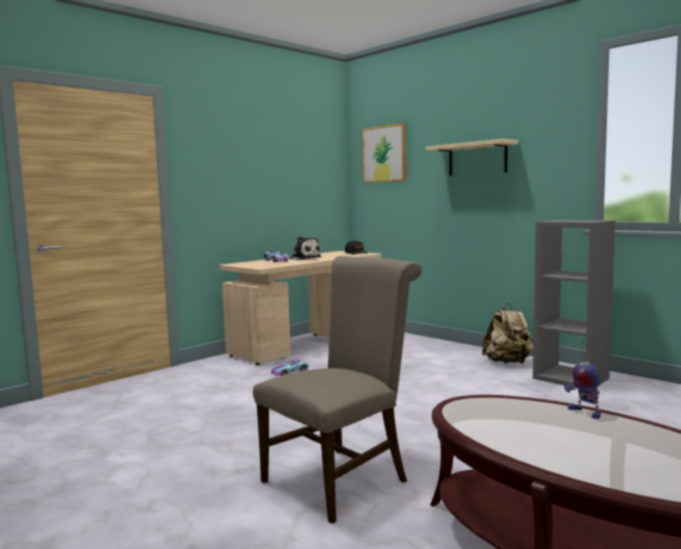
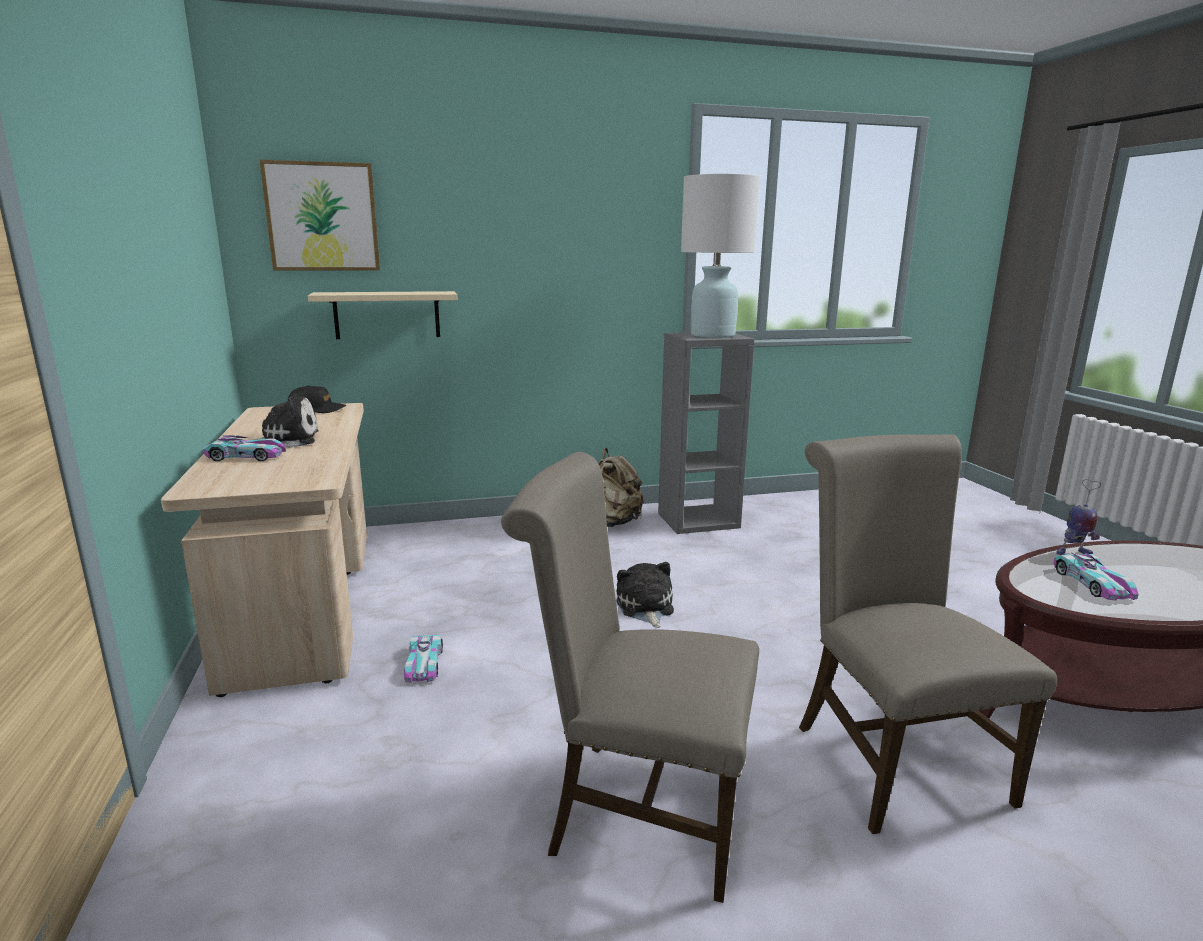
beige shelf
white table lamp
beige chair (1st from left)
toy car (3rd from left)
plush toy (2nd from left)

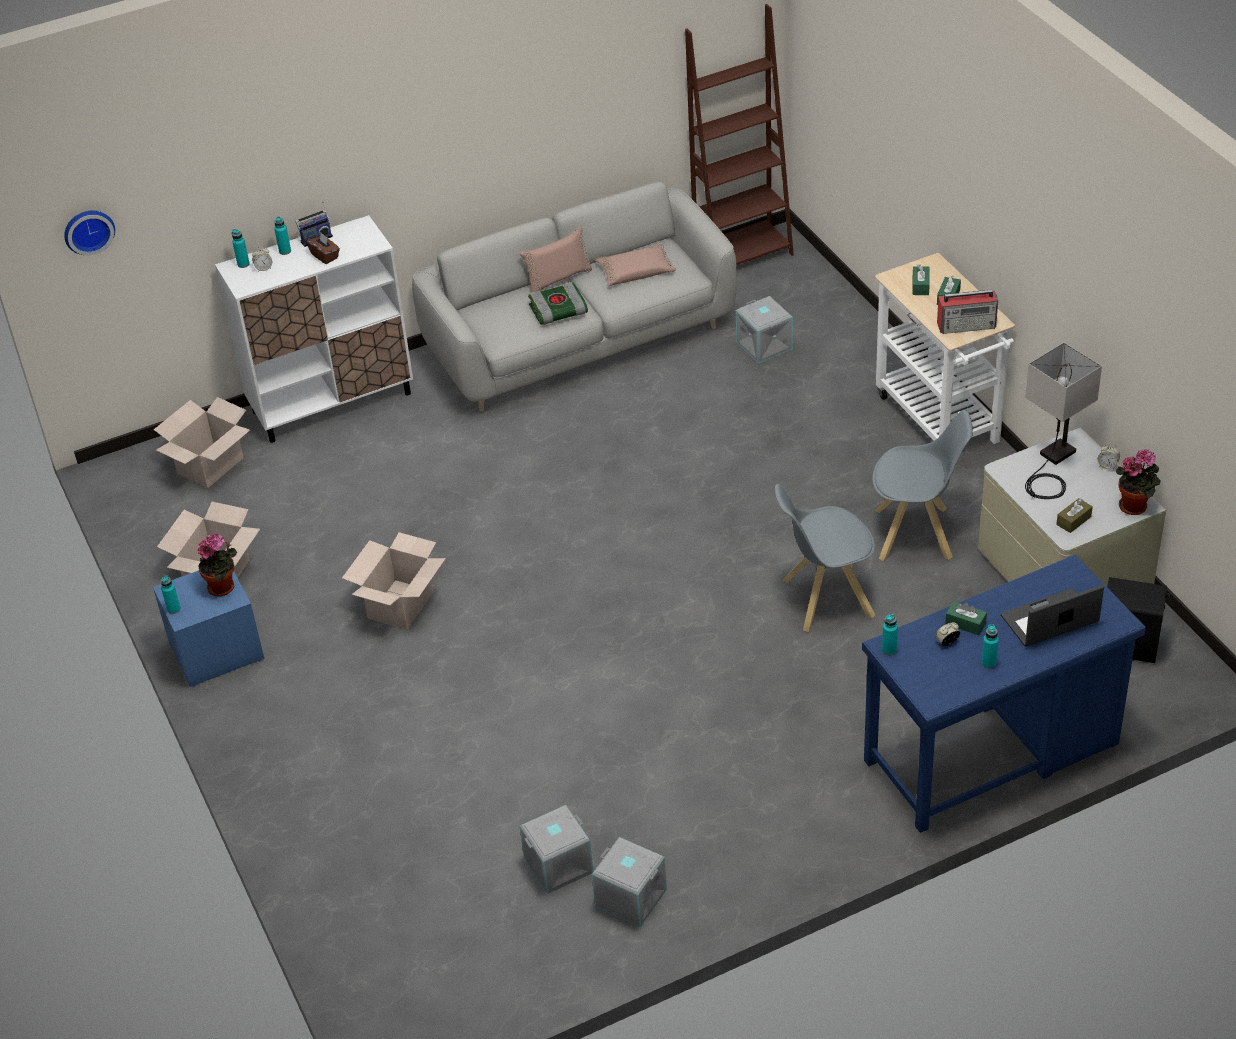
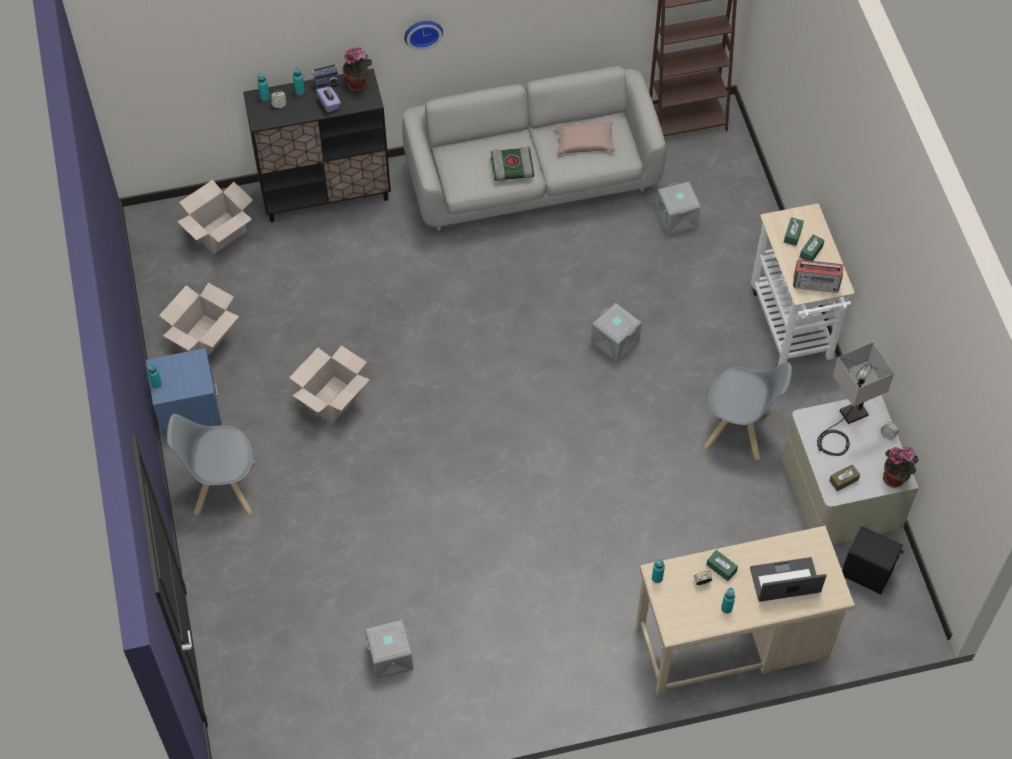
wall clock
black cabinet
beige pillow (1st from left in the first image)
purple tissue box
grey chair (1st from left)
potted plant (1st from left)
beige desk
grey storage box (2nd from left)

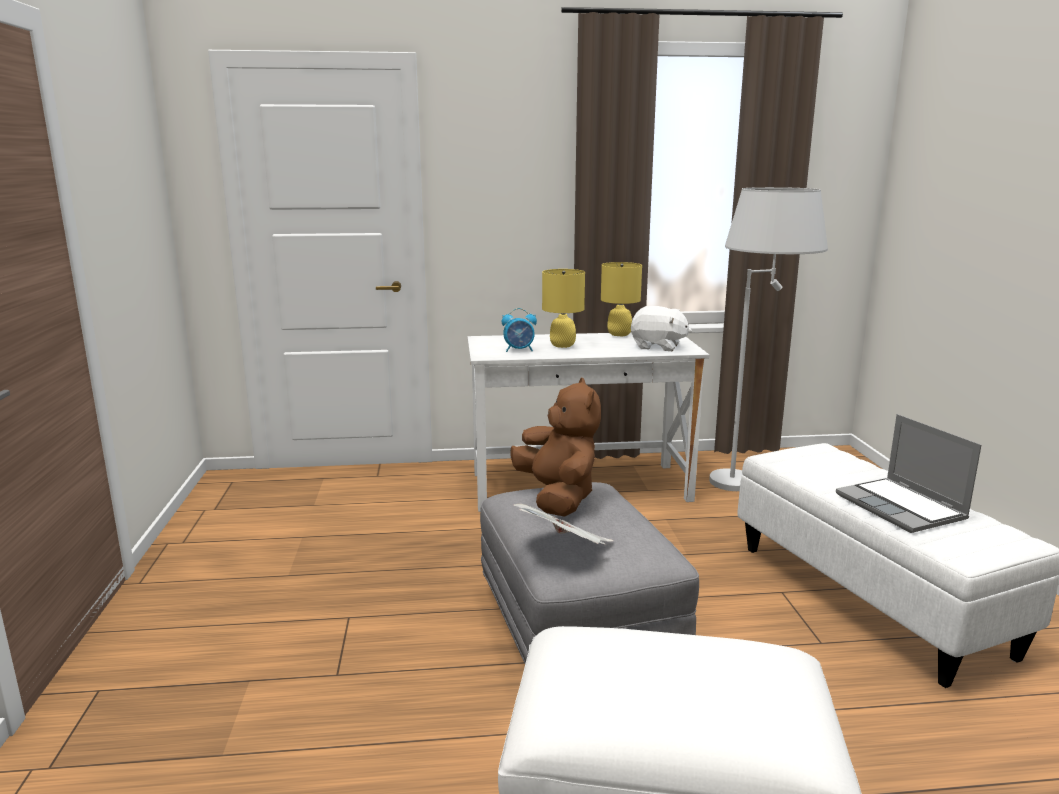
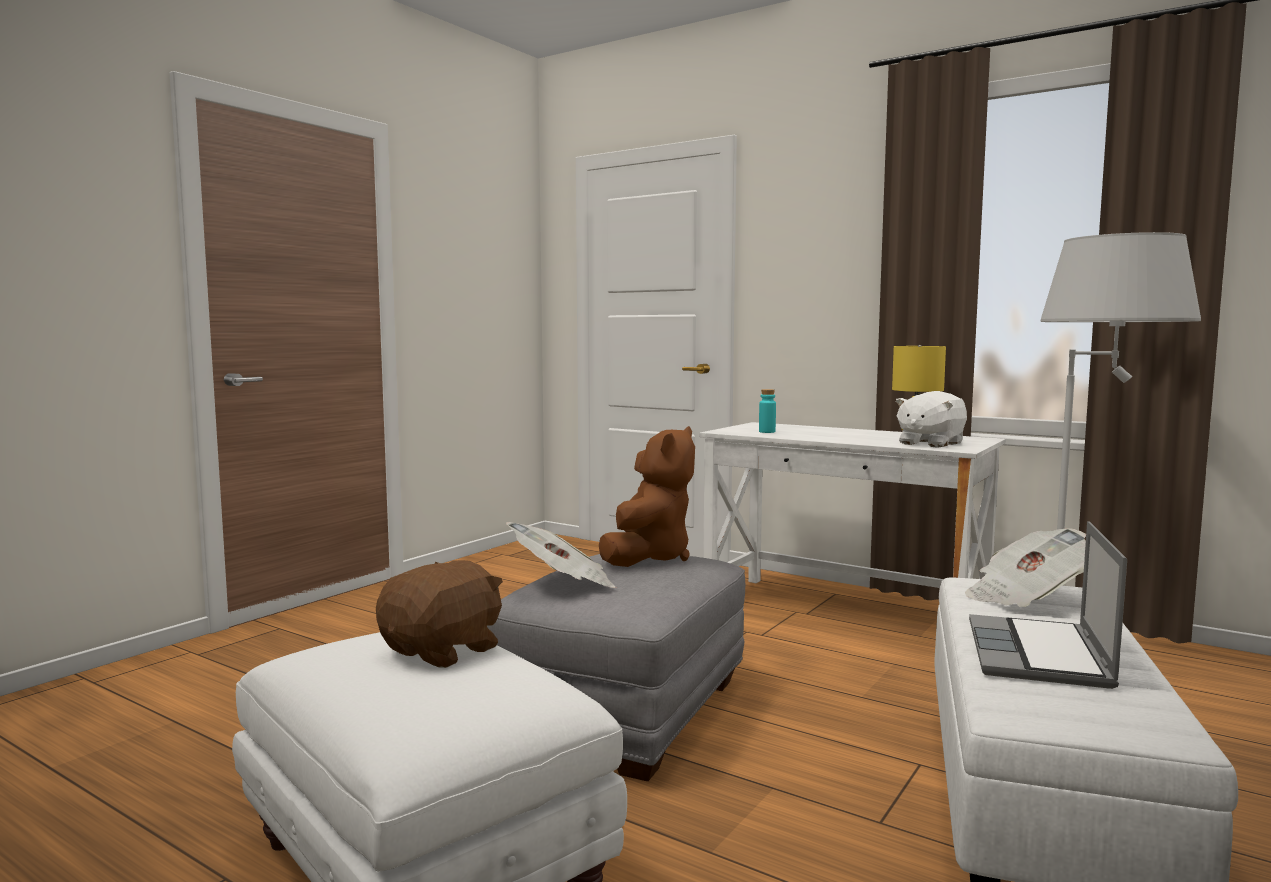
yellow table lamp (1st from left in the first image)
white plush toy
turquoise bottle
newspaper (2nd from left)
brown plush toy (1st from left)

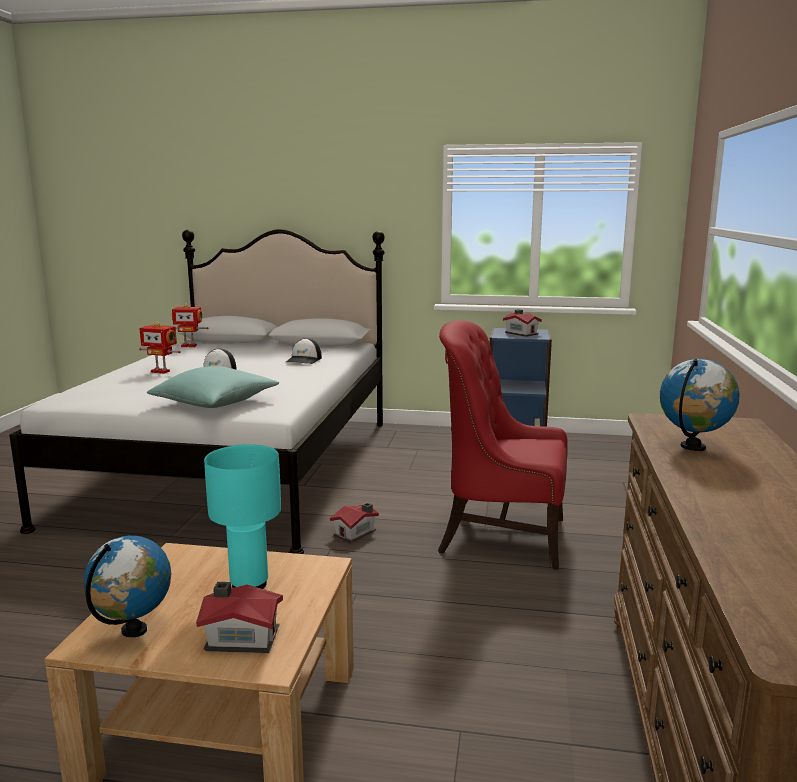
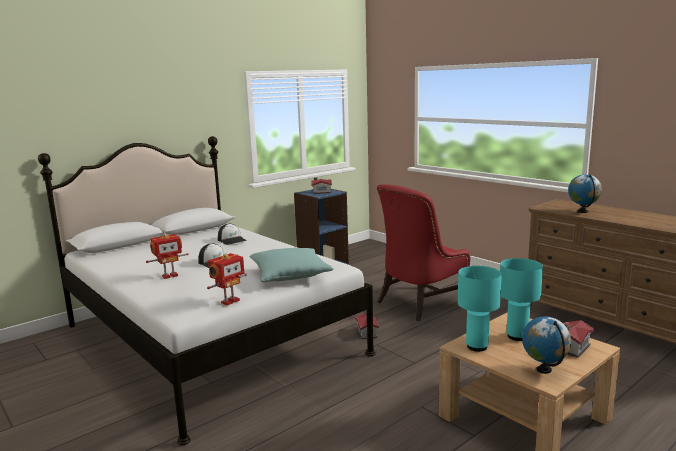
toy robot (2nd from left)
turquoise table lamp (1st from left)

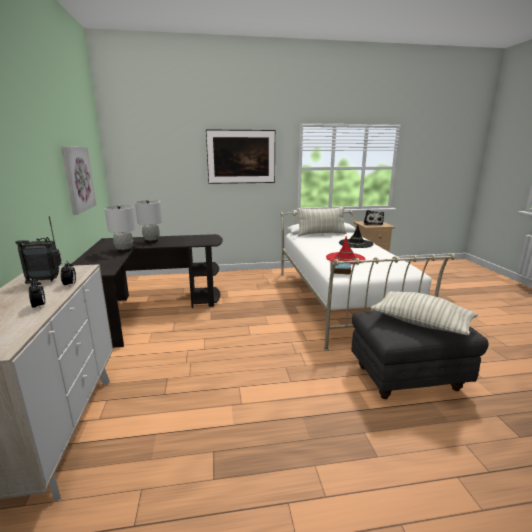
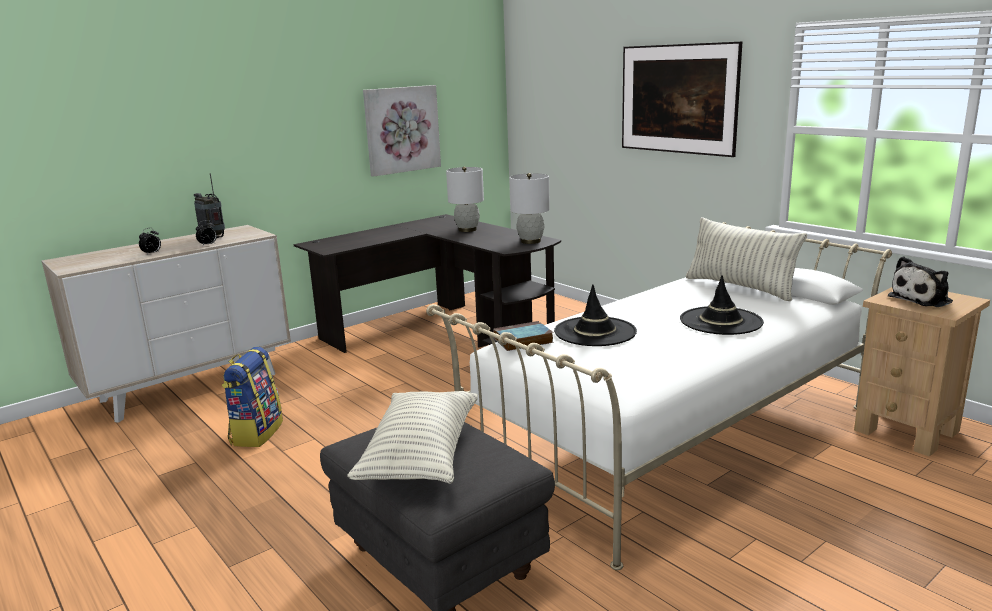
white table lamp (2nd from left)
black hat (1st from left)
backpack

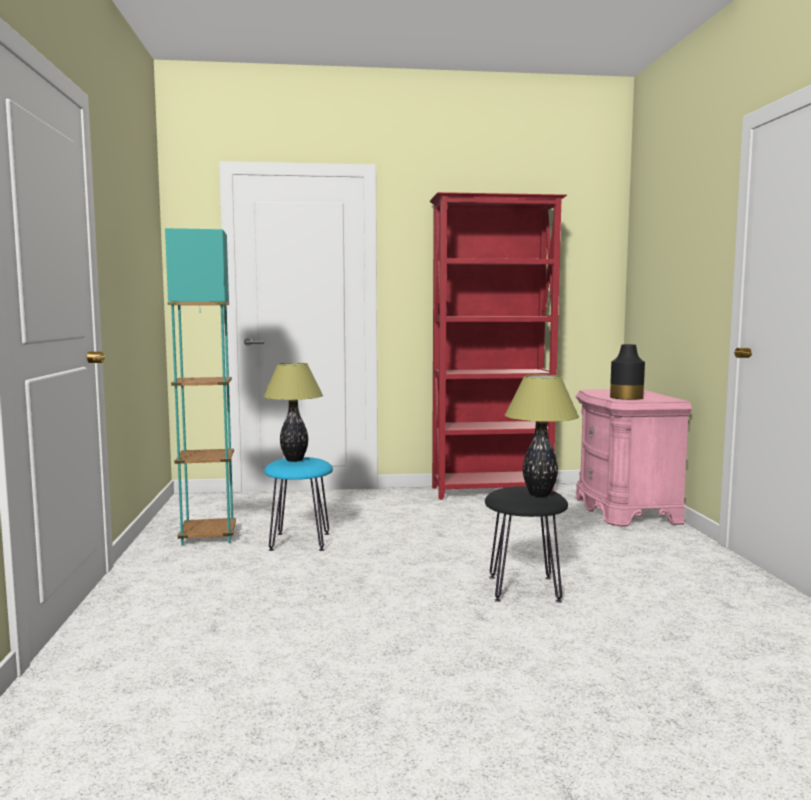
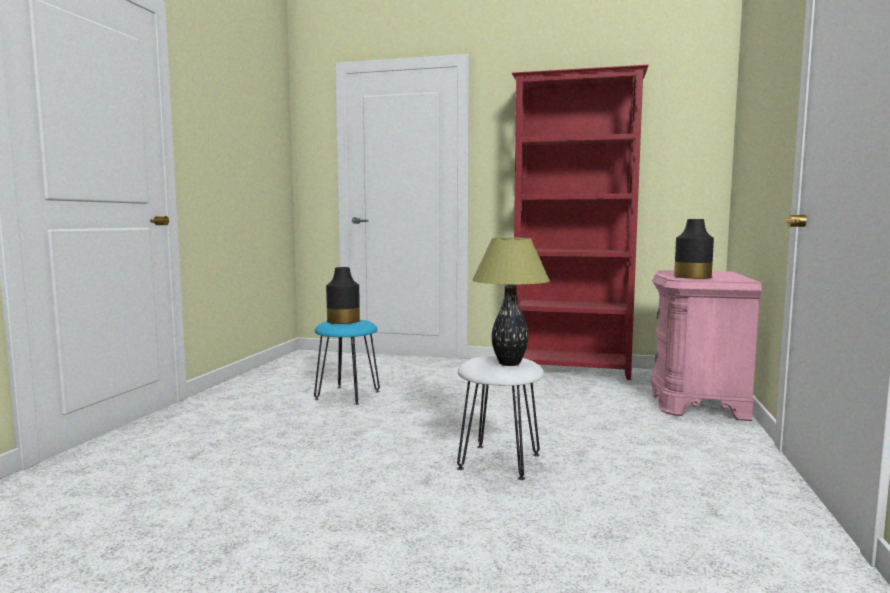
turquoise floor lamp
black vase (1st from left)
white stool

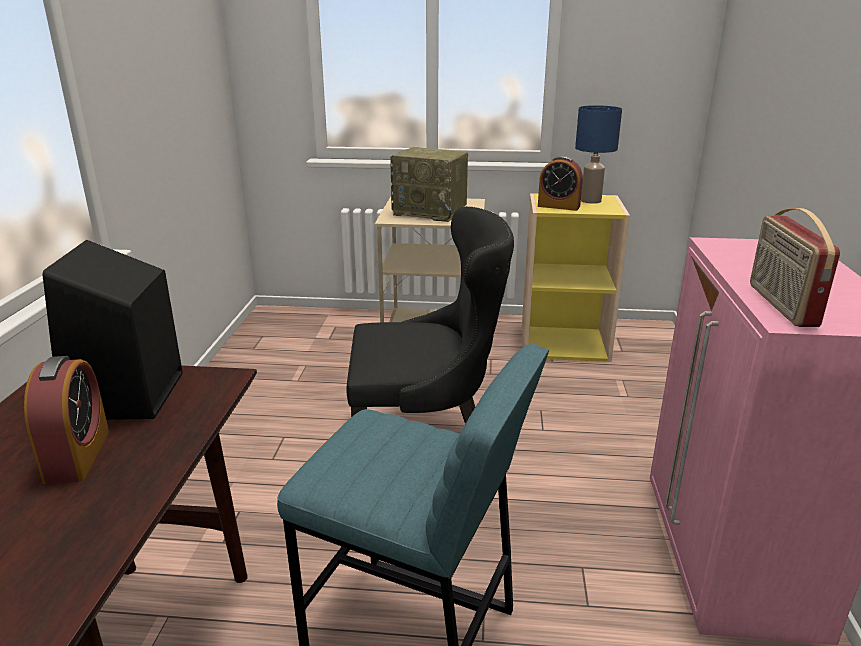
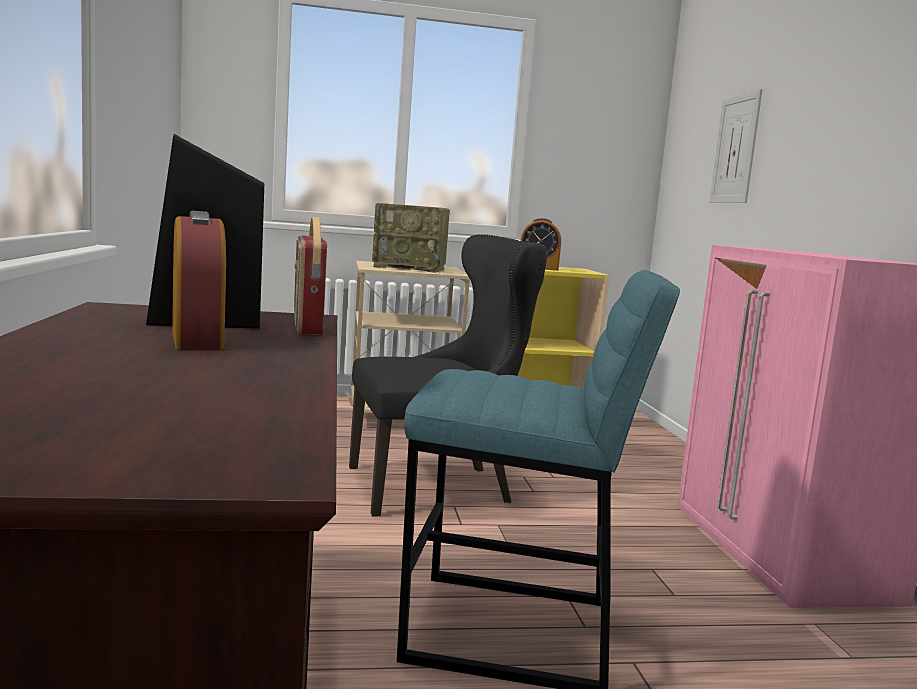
blue table lamp
radio (1st from left)
picture

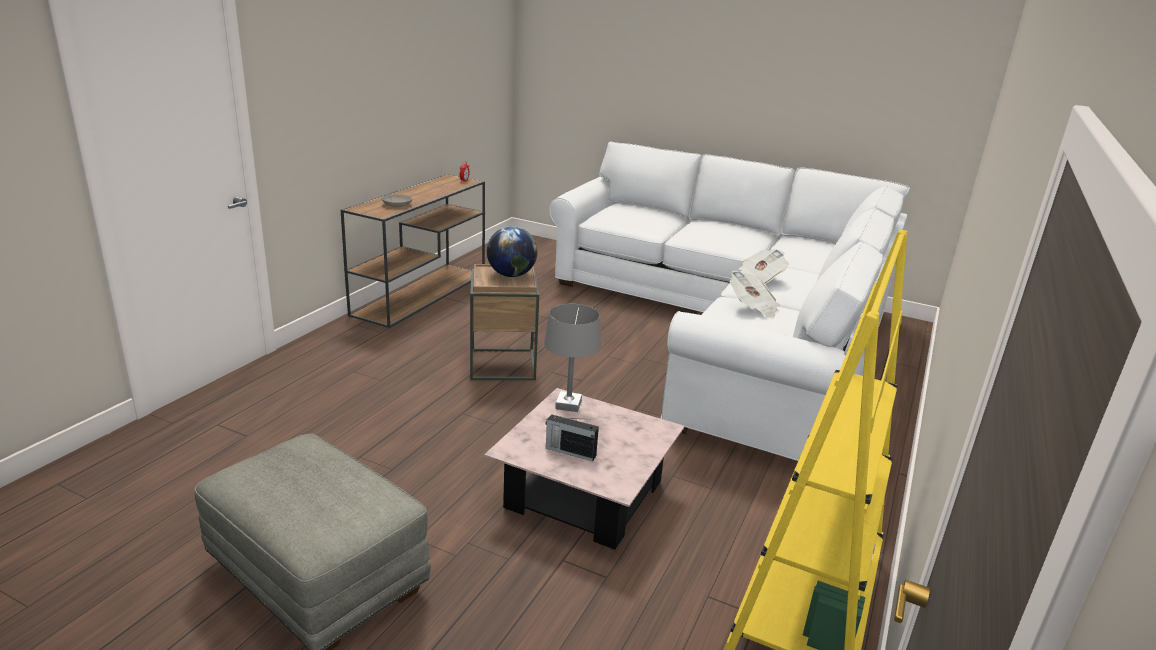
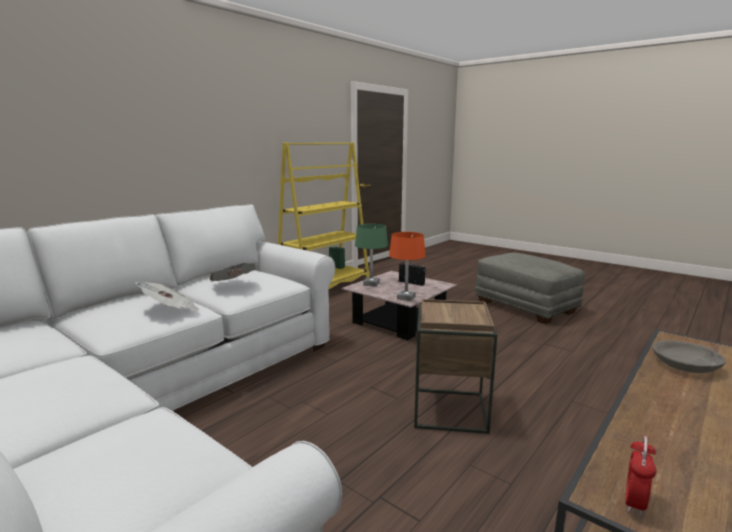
globe
orange table lamp
green table lamp

